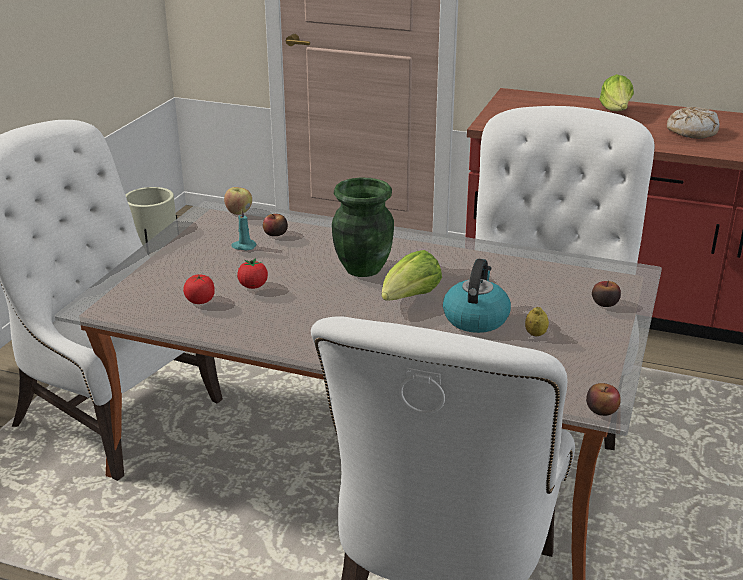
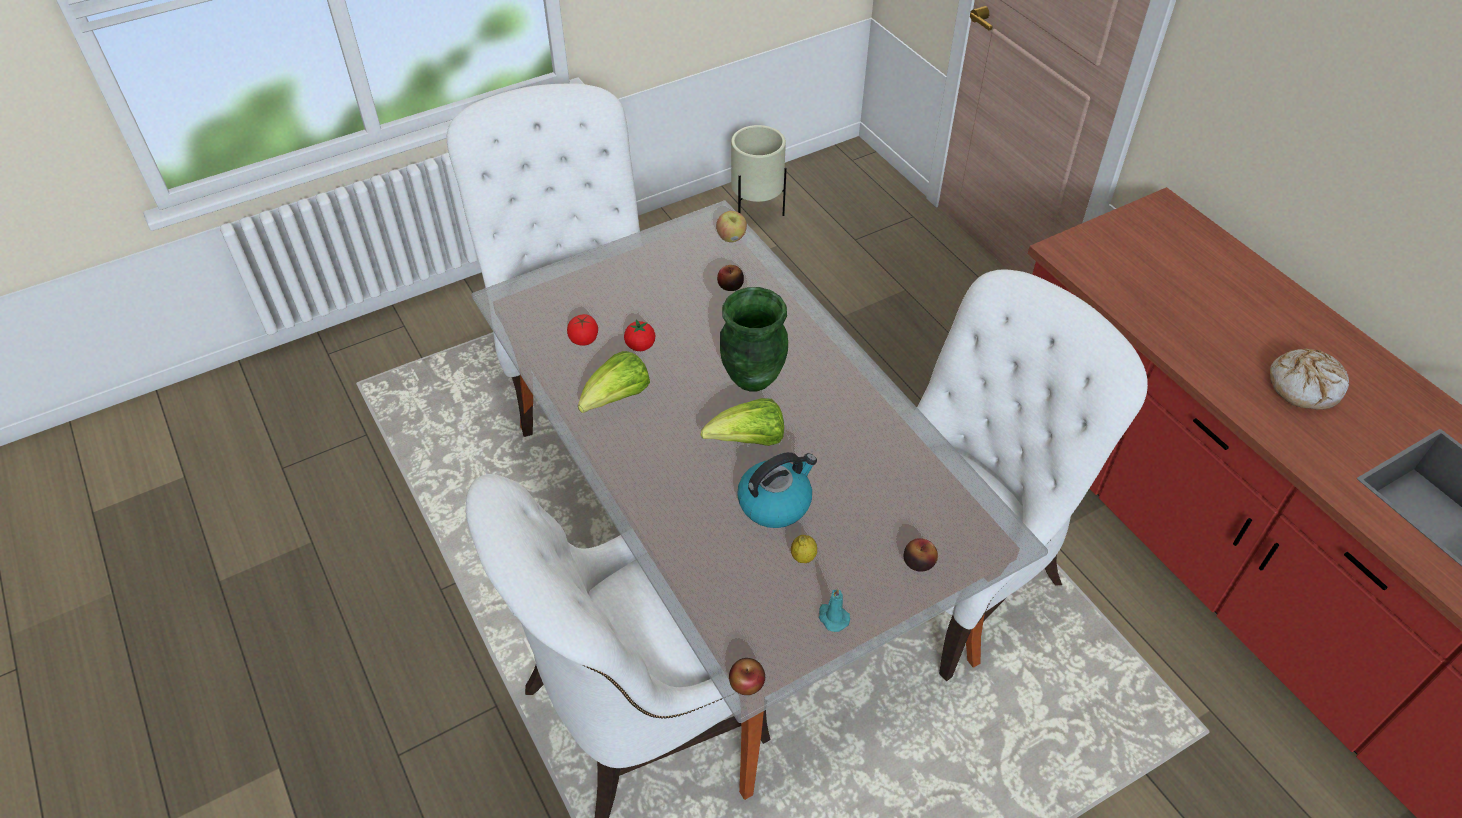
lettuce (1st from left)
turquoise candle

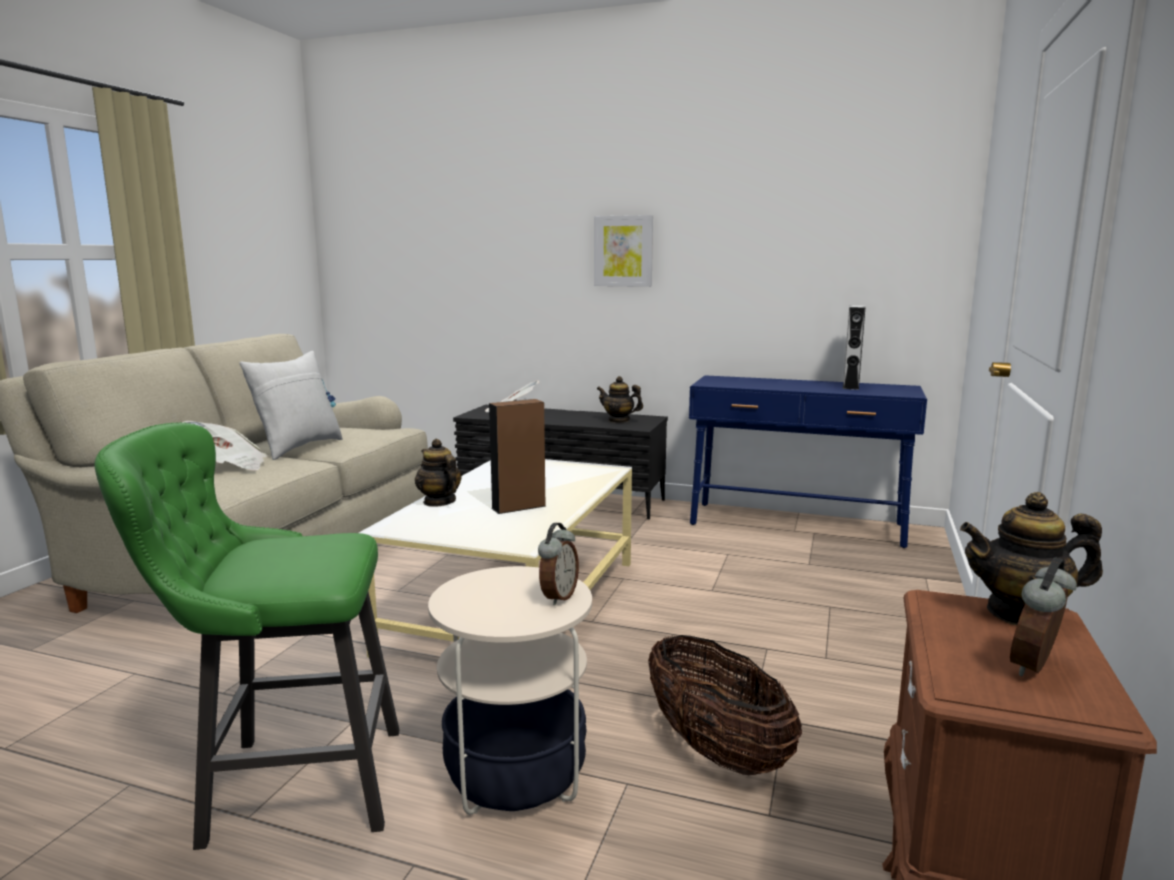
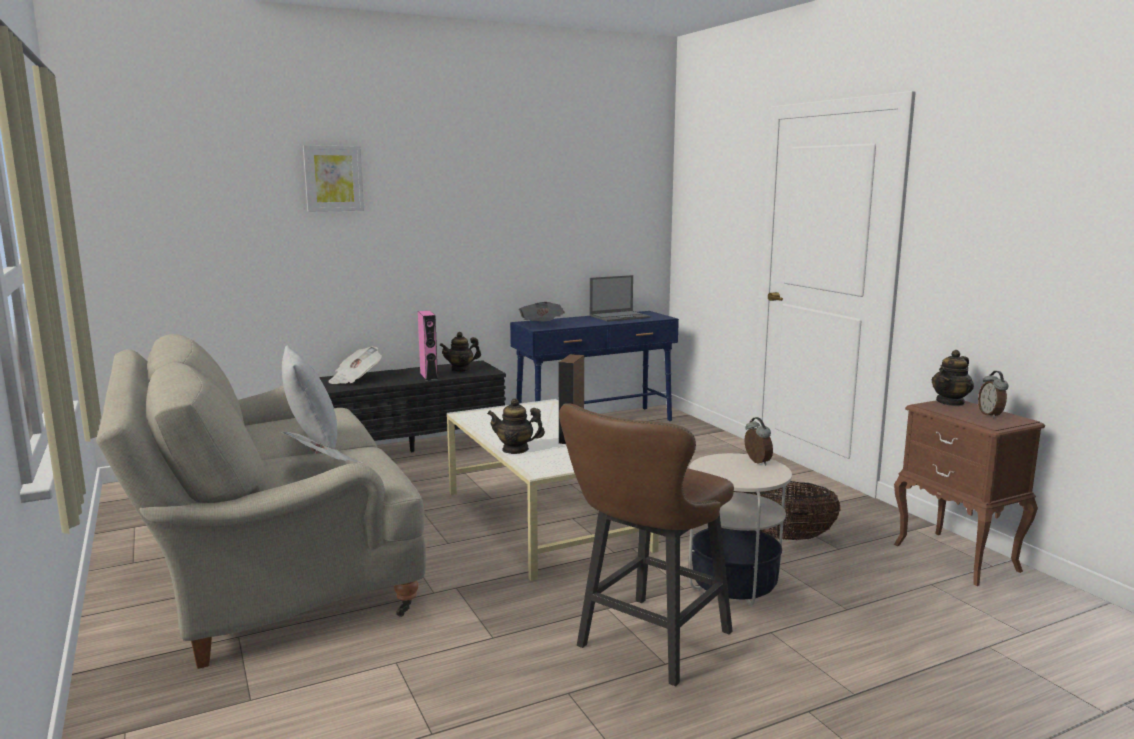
picture
laptop
brown stool
newspaper (3rd from left)
pink speaker

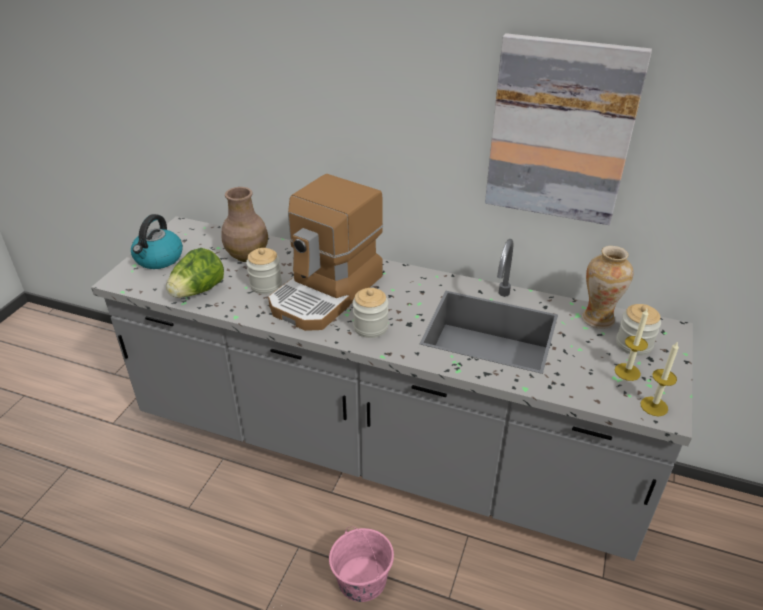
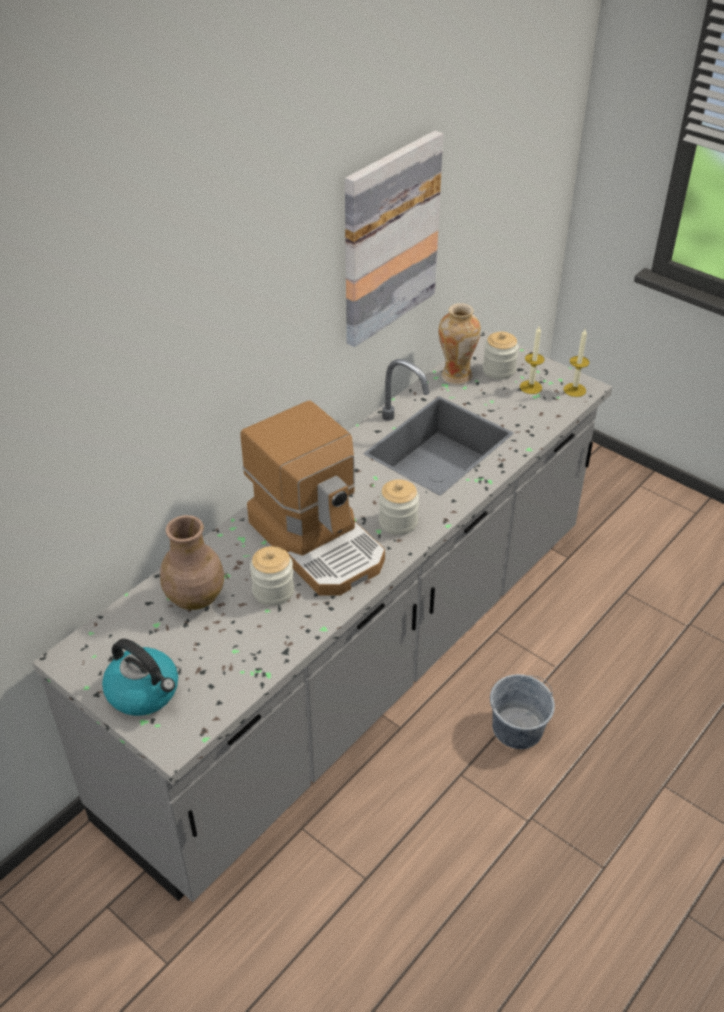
lettuce
grey bucket

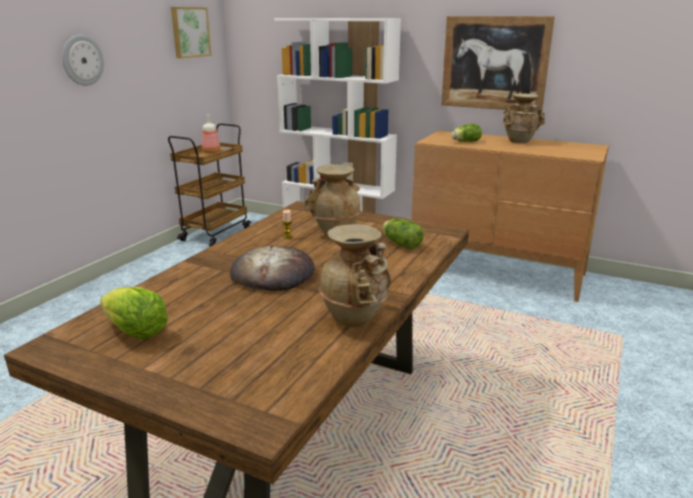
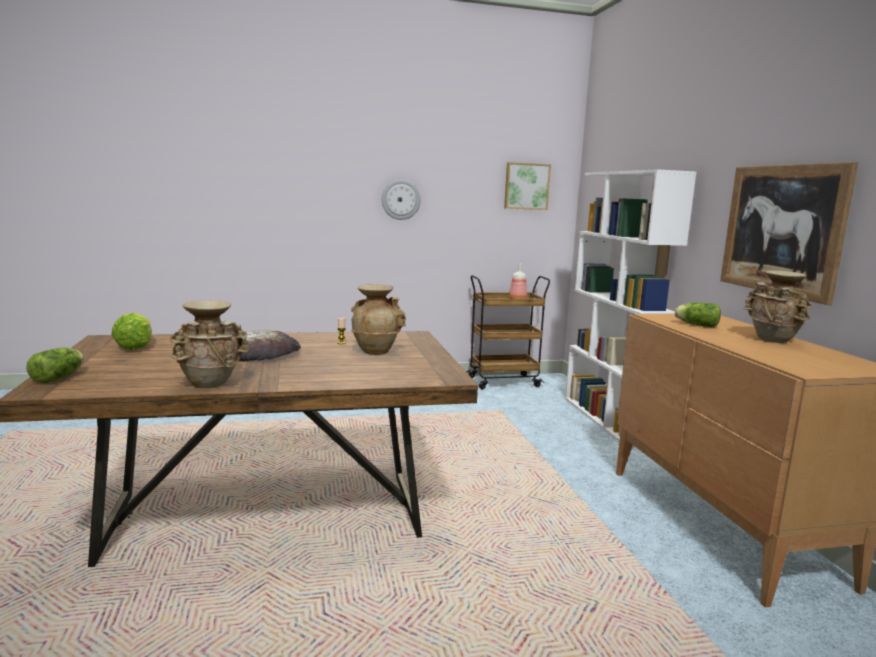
lettuce (1st from left)

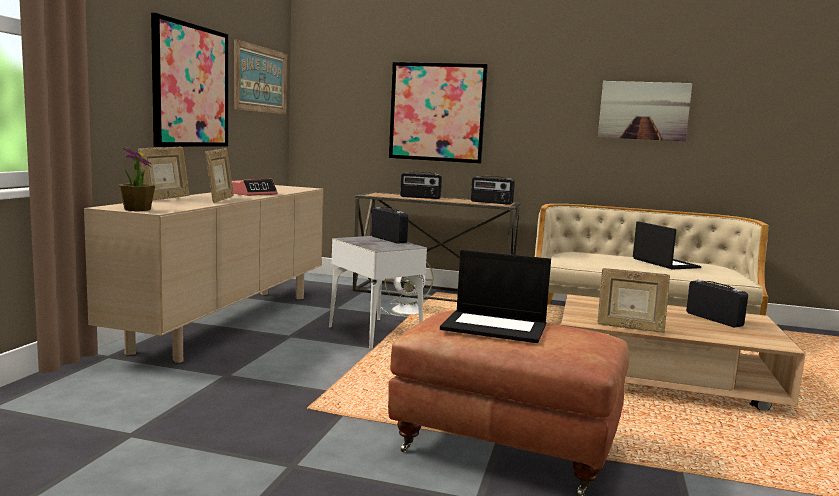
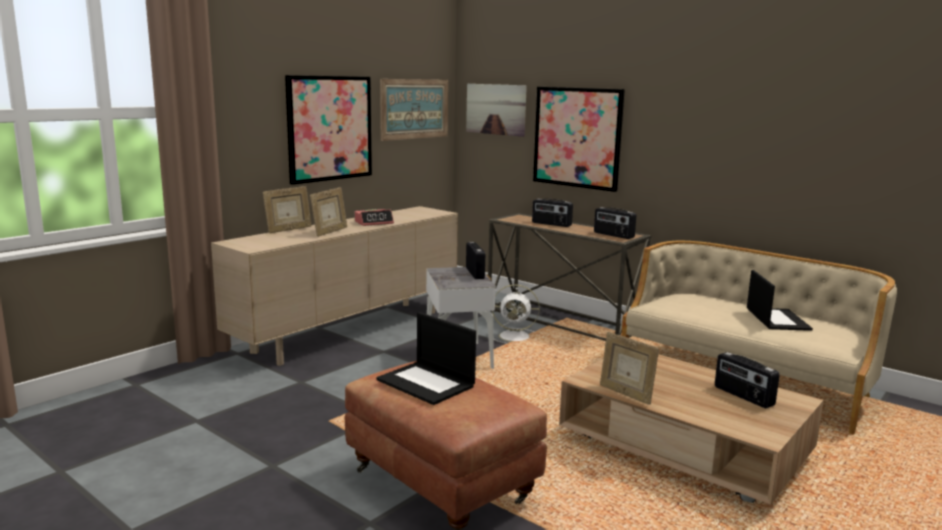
picture (3rd from left)
potted plant
radio (4th from left)

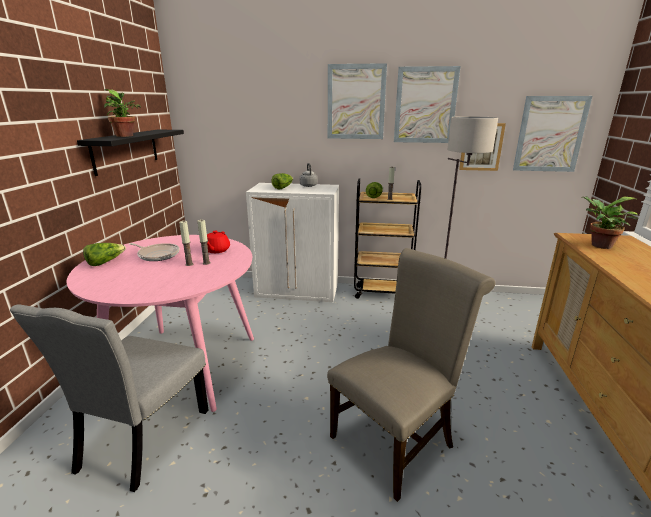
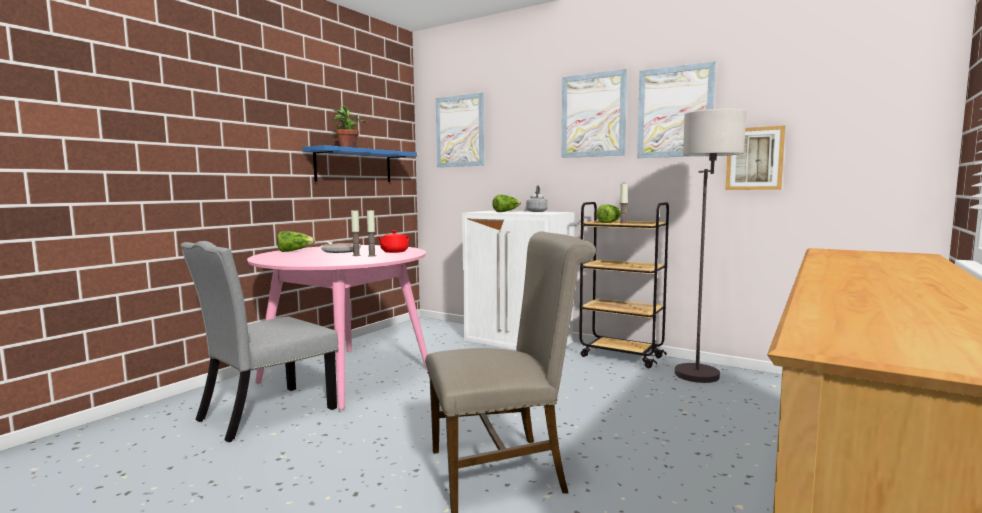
picture (1st from left)
blue shelf
potted plant (2nd from left in the first image)

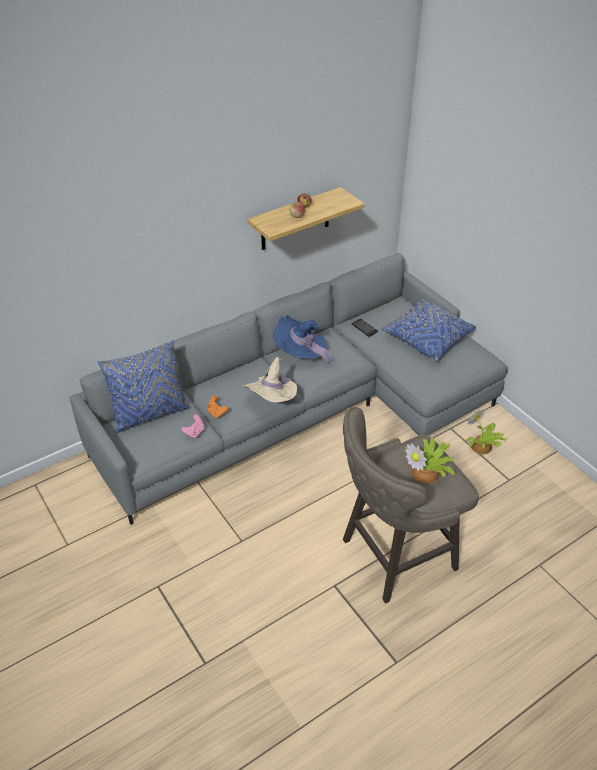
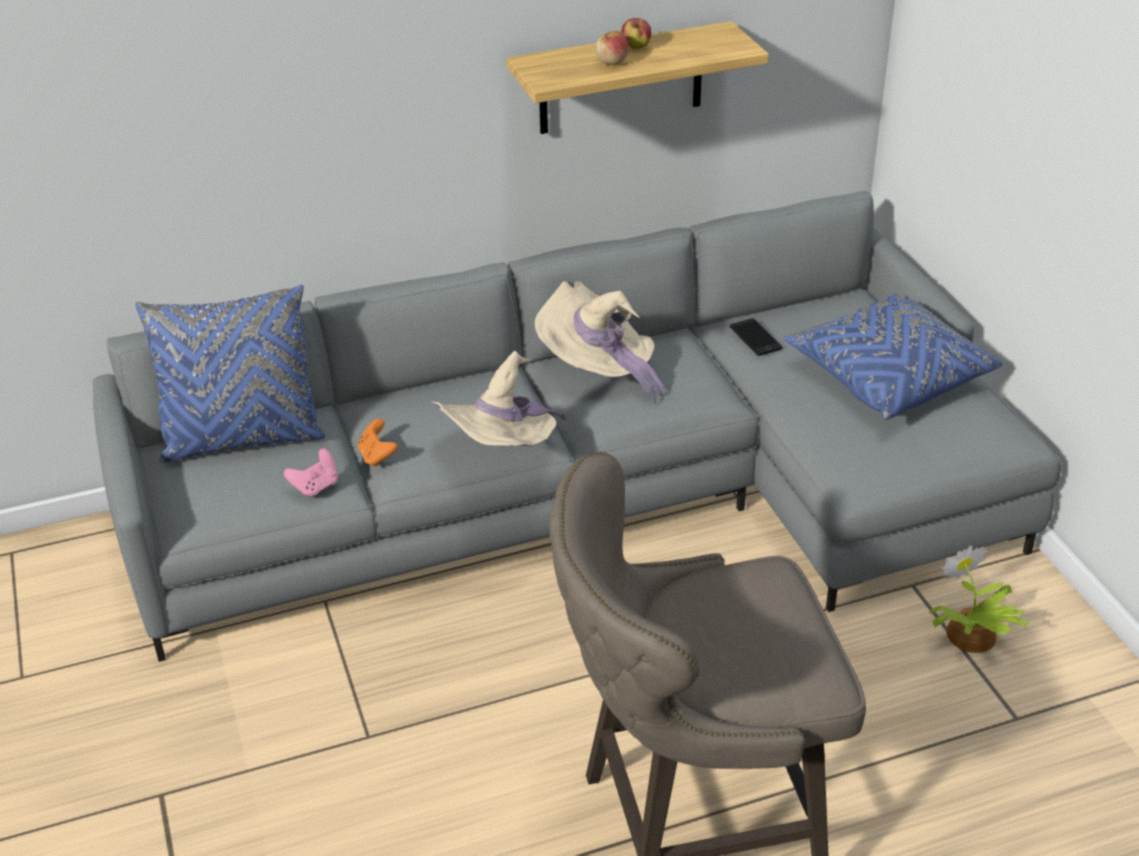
beige hat (2nd from left)
potted plant (1st from left in the first image)

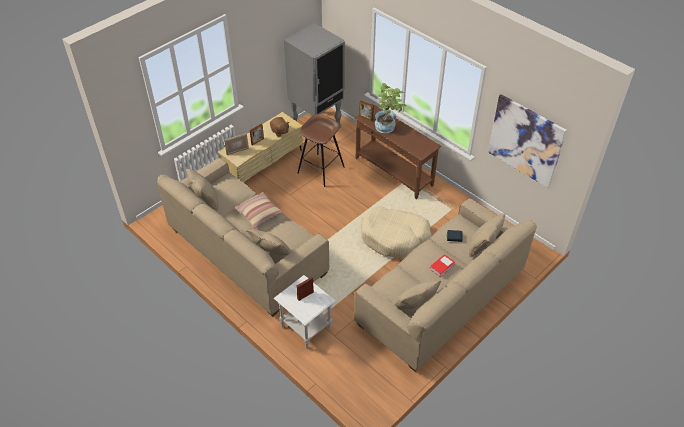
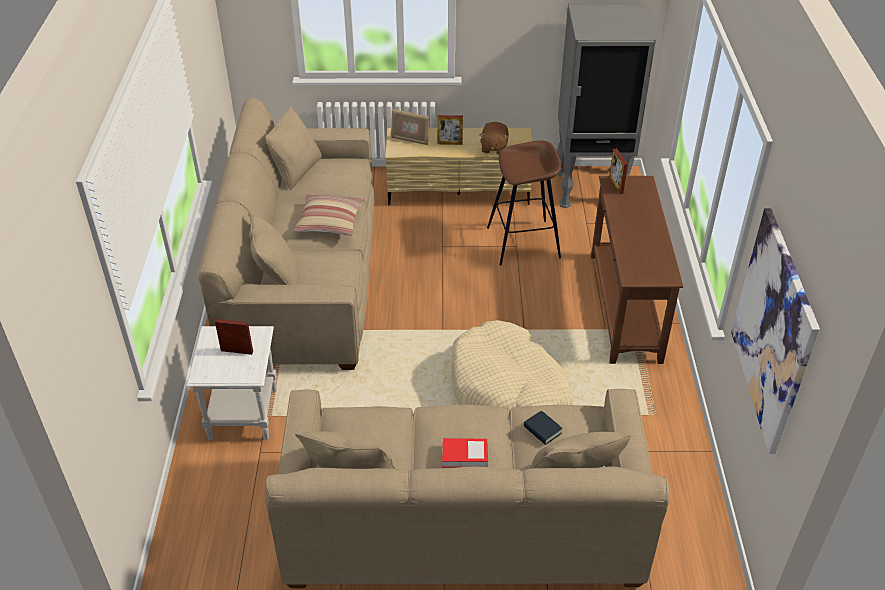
potted plant

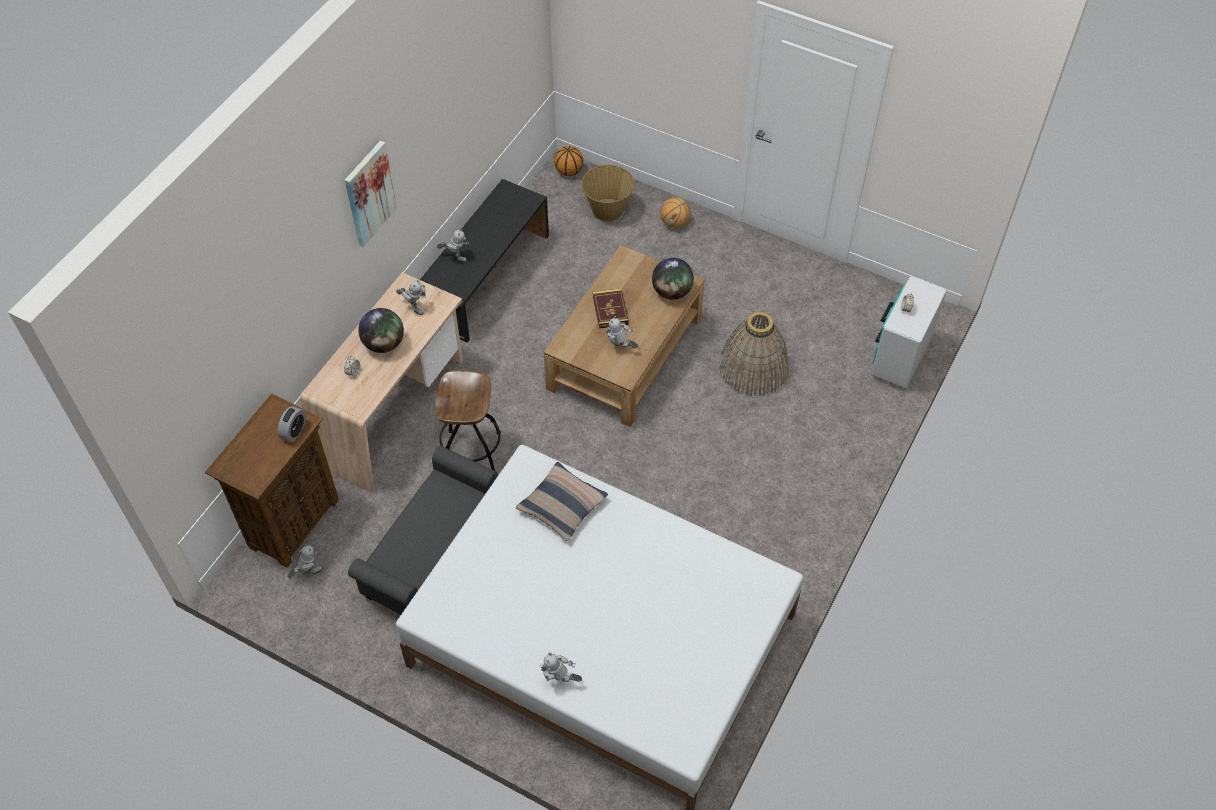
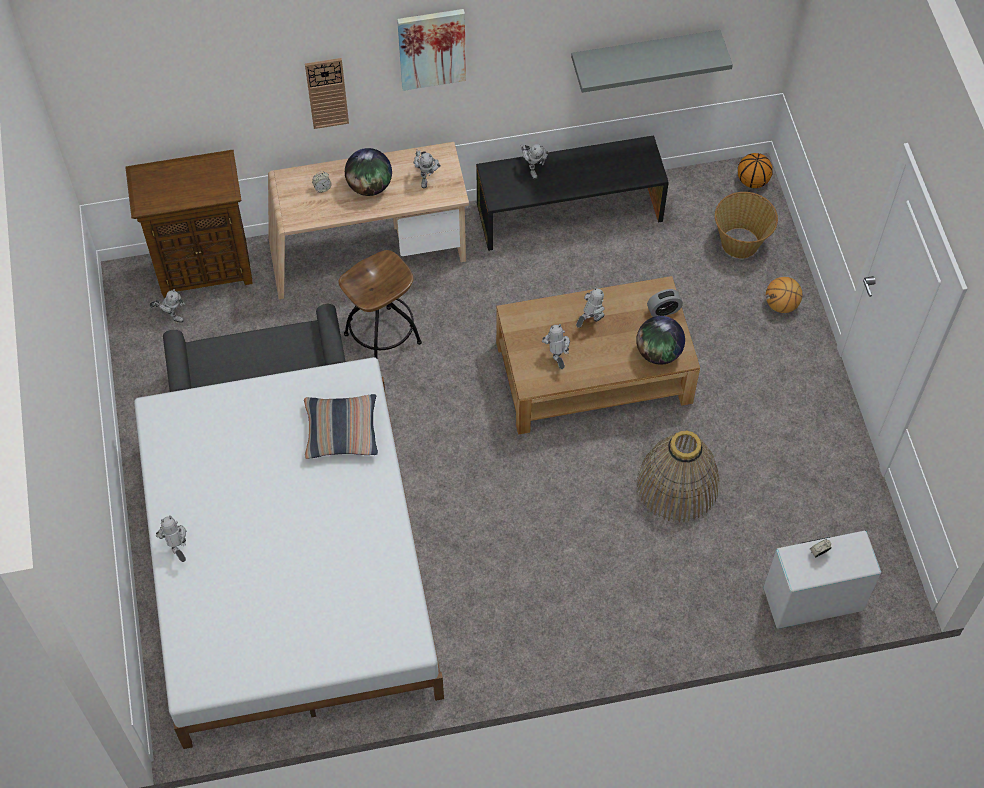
toy robot (6th from left)
alarm clock (2nd from left)
grey shelf
wall clock

